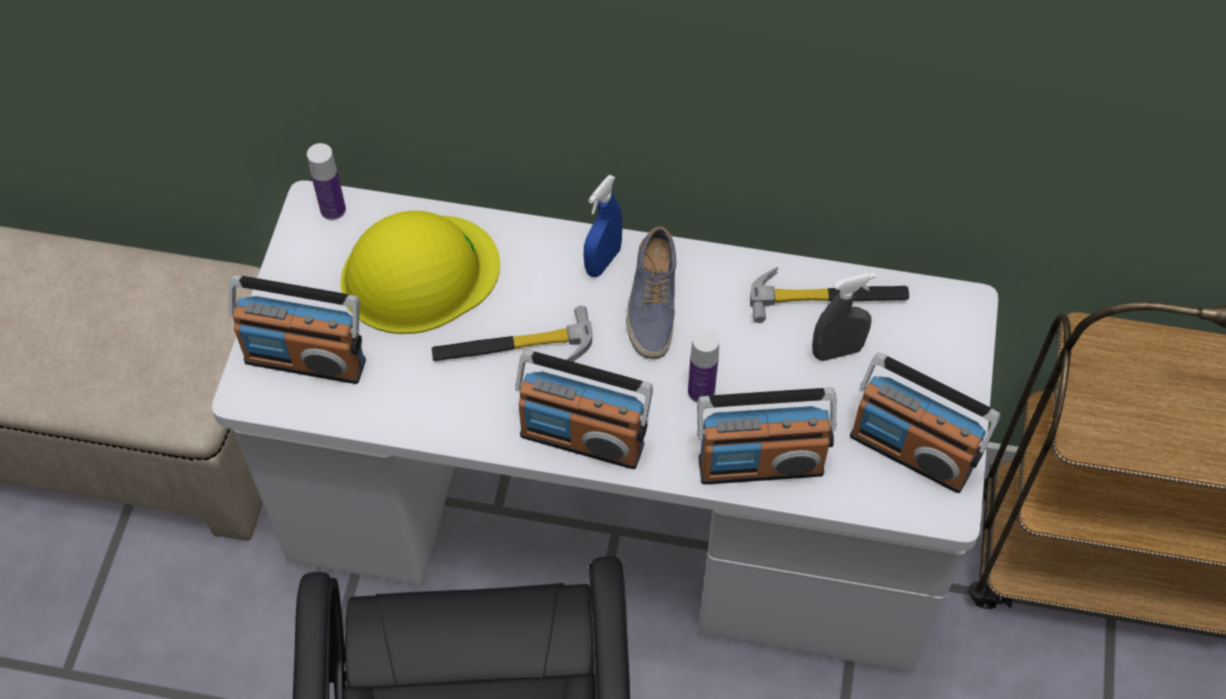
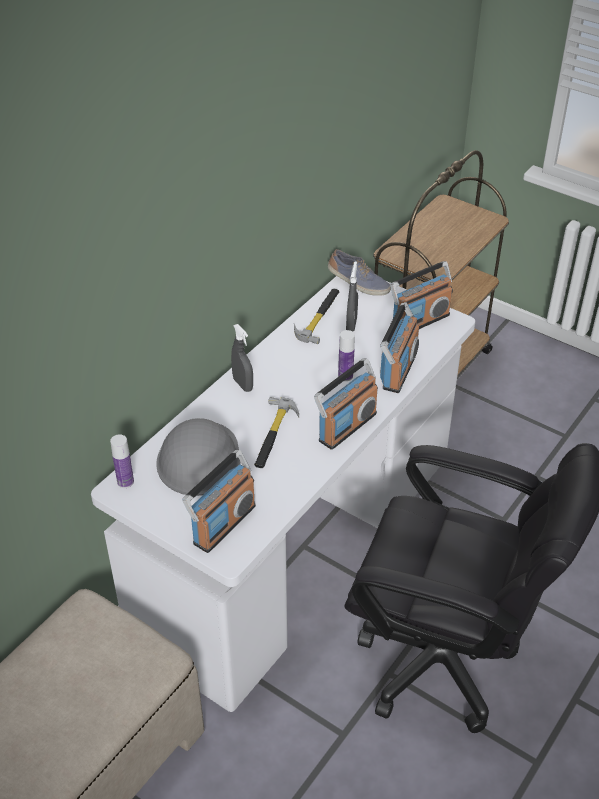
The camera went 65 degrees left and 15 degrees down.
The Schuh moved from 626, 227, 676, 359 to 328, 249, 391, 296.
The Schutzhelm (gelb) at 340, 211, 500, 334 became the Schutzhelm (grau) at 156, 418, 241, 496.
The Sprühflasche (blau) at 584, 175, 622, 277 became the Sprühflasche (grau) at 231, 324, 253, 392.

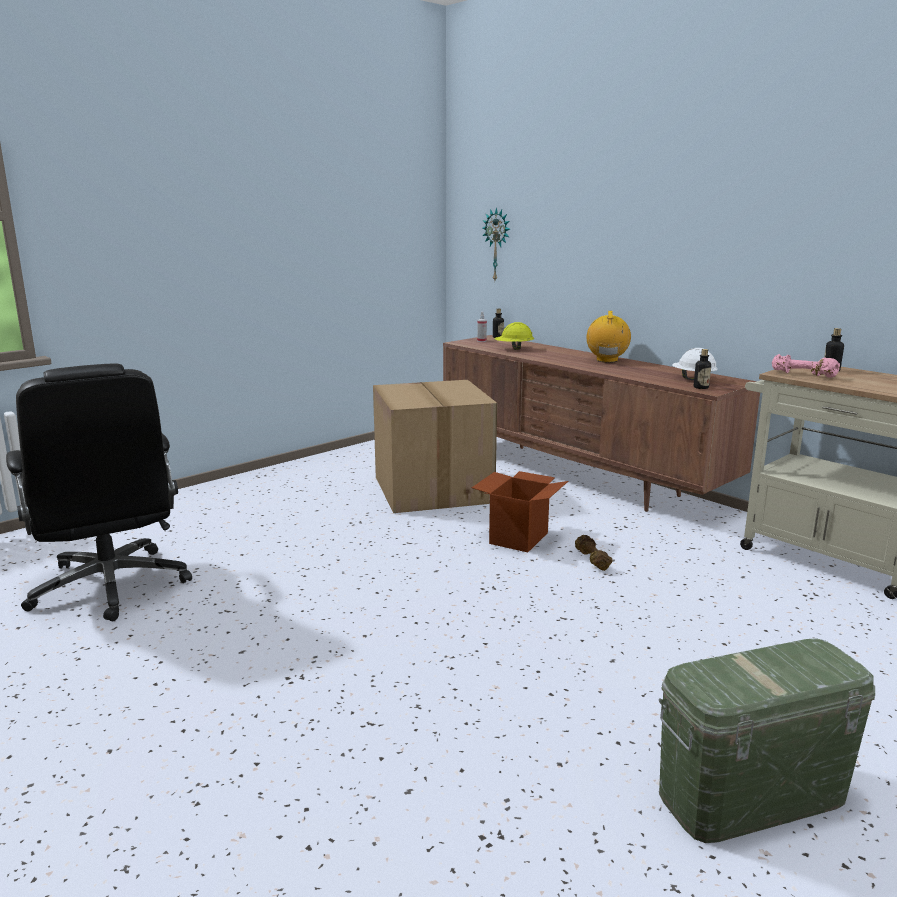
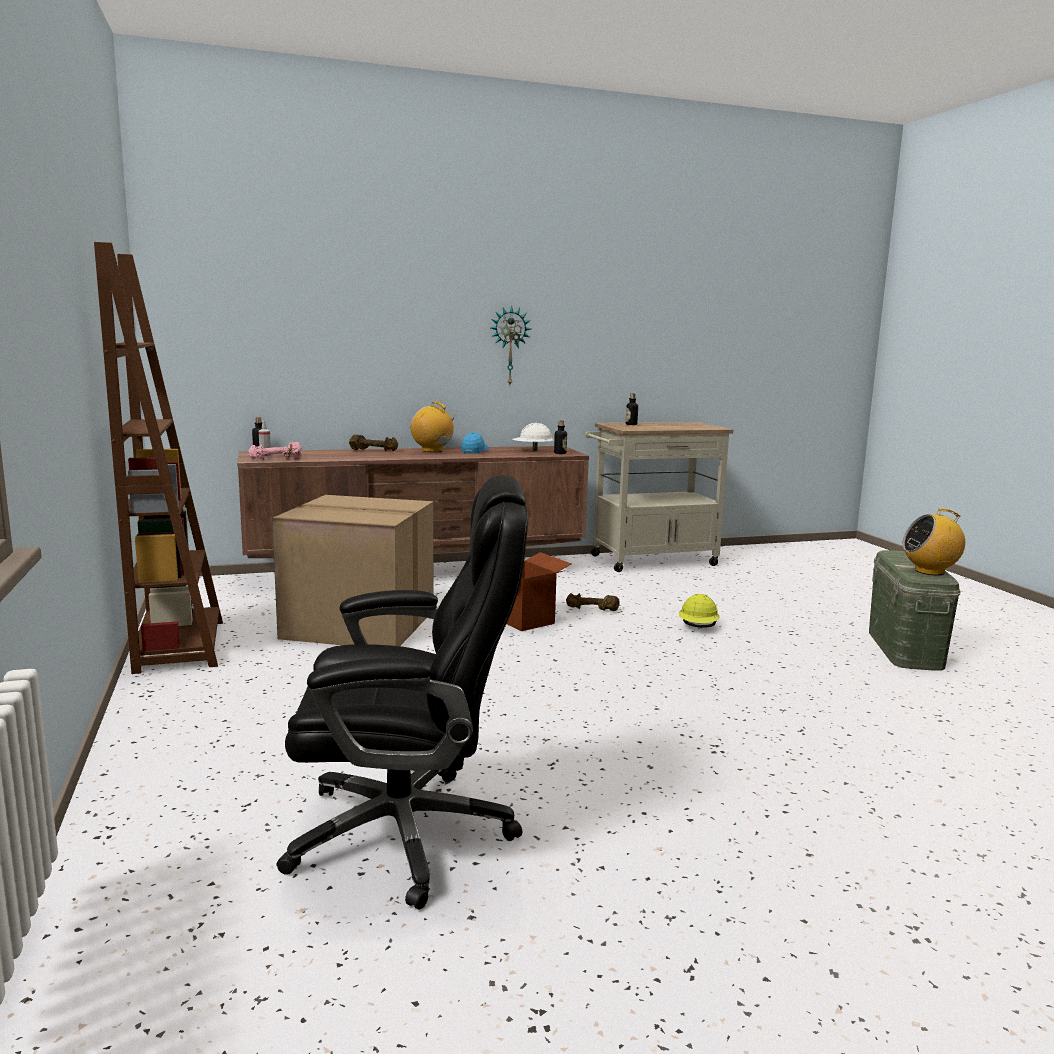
The camera went 65 degrees left and 5 degrees down.
The Bücherregal (braun) at 94, 242, 223, 674 appeared.
The Hantel (braun) at 349, 434, 398, 451 appeared.
The Kappe (blau) at 461, 432, 489, 454 appeared.
The Radio at 902, 508, 965, 576 appeared.
The Wanduhr moved from 482, 207, 510, 280 to 491, 306, 531, 385.
The Schutzhelm (gelb) moved from 494, 322, 534, 350 to 679, 594, 720, 628.
The Hantel (rosa) moved from 772, 354, 840, 378 to 248, 442, 302, 460.

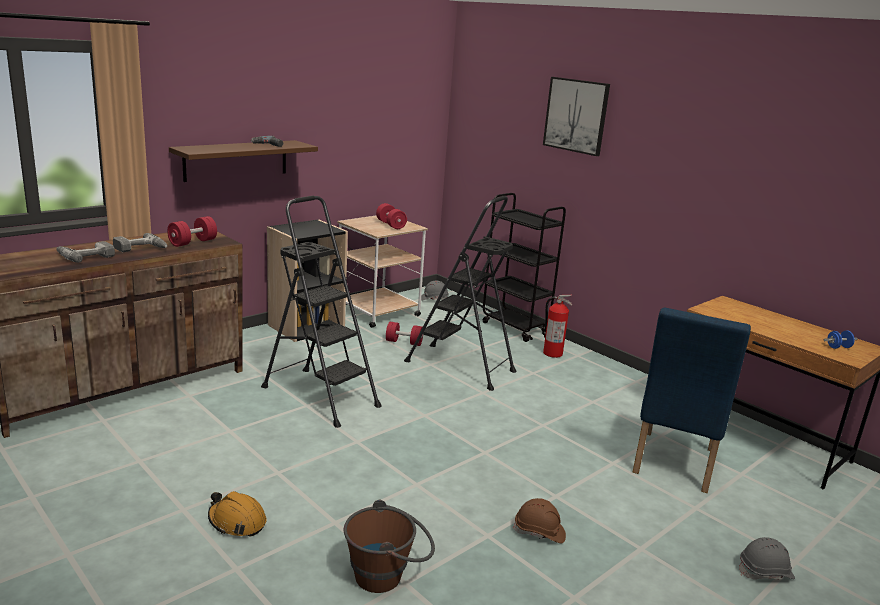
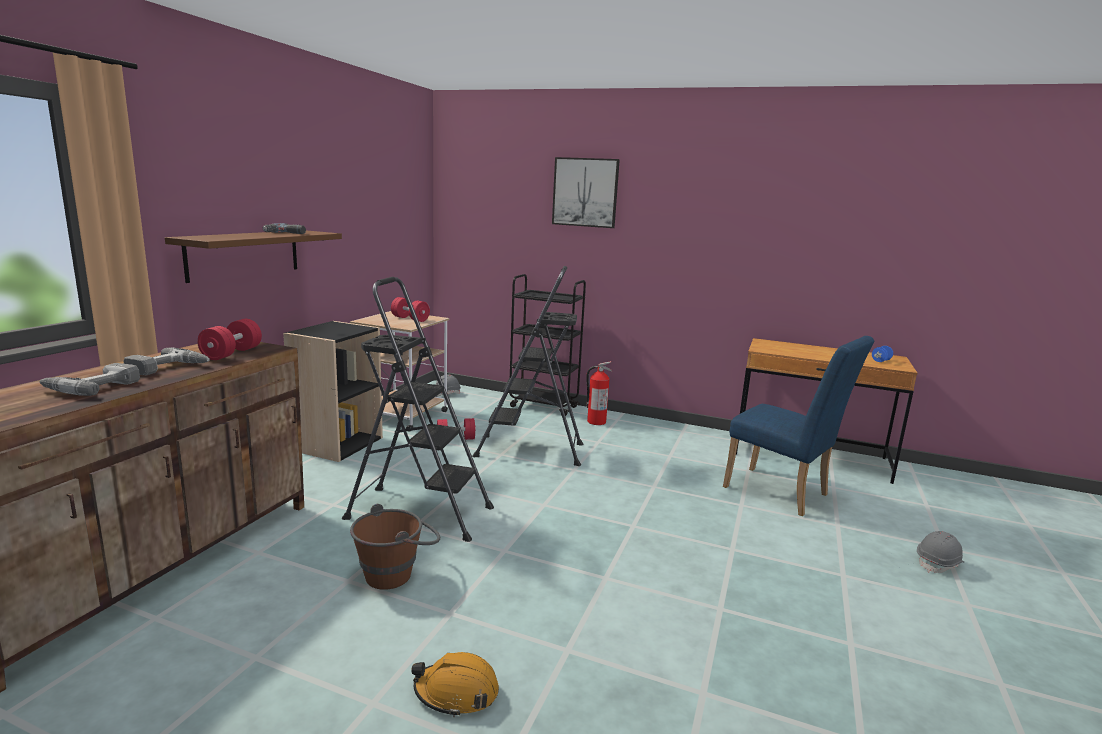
The camera went 25 degrees left and 5 degrees down.
The Schutzhelm (braun) at 513, 498, 566, 543 disappeared.
The Eimer (braun) moved from 344, 499, 435, 593 to 350, 504, 440, 590.
The Stuhl (blau) at 633, 307, 751, 493 turned 45 degrees counterclockwise.

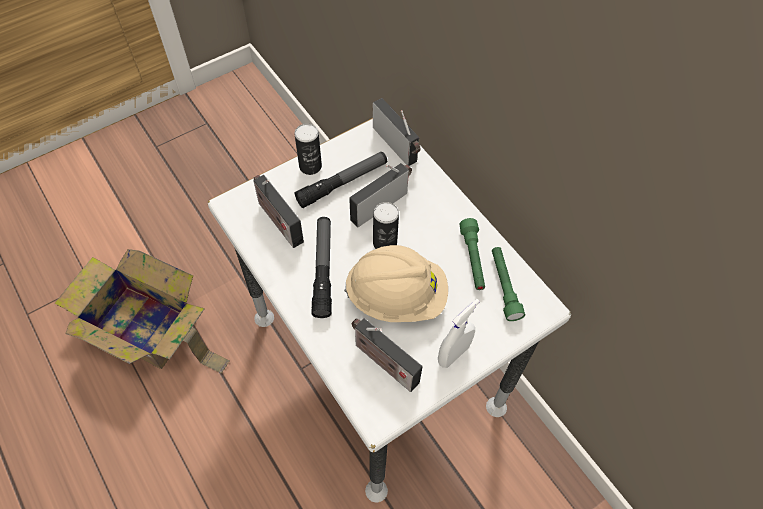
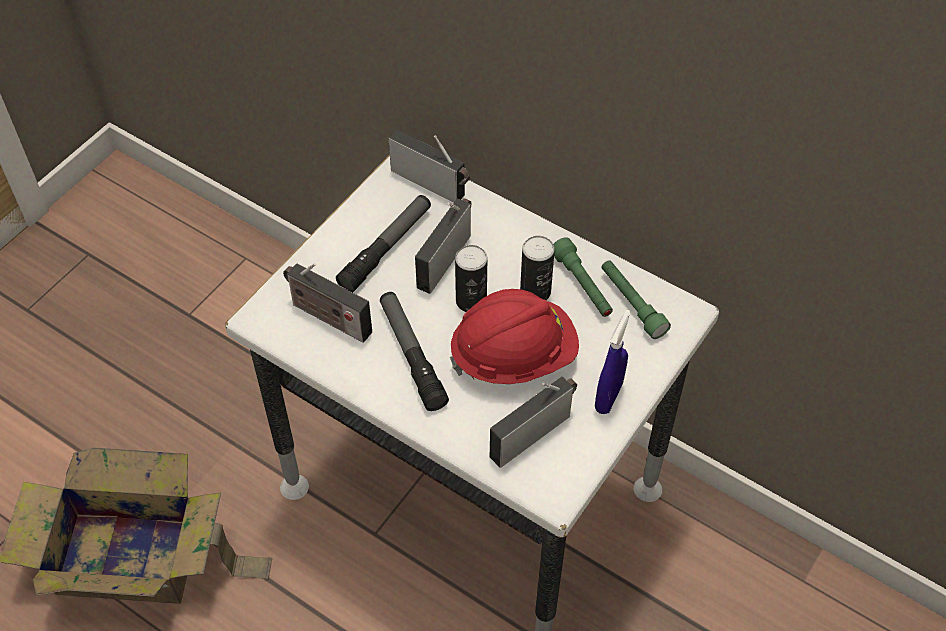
The camera went 20 degrees left and 5 degrees down.
The Dose moved from 295, 123, 322, 175 to 520, 236, 555, 300.
The Schutzhelm (beige) at 344, 245, 448, 322 became the Schutzhelm (rot) at 450, 289, 579, 384.
The Sprühflasche (weiß) at 438, 299, 480, 368 became the Sprühflasche (blau) at 595, 310, 631, 414.
The Radio at 351, 318, 422, 392 turned 120 degrees clockwise.

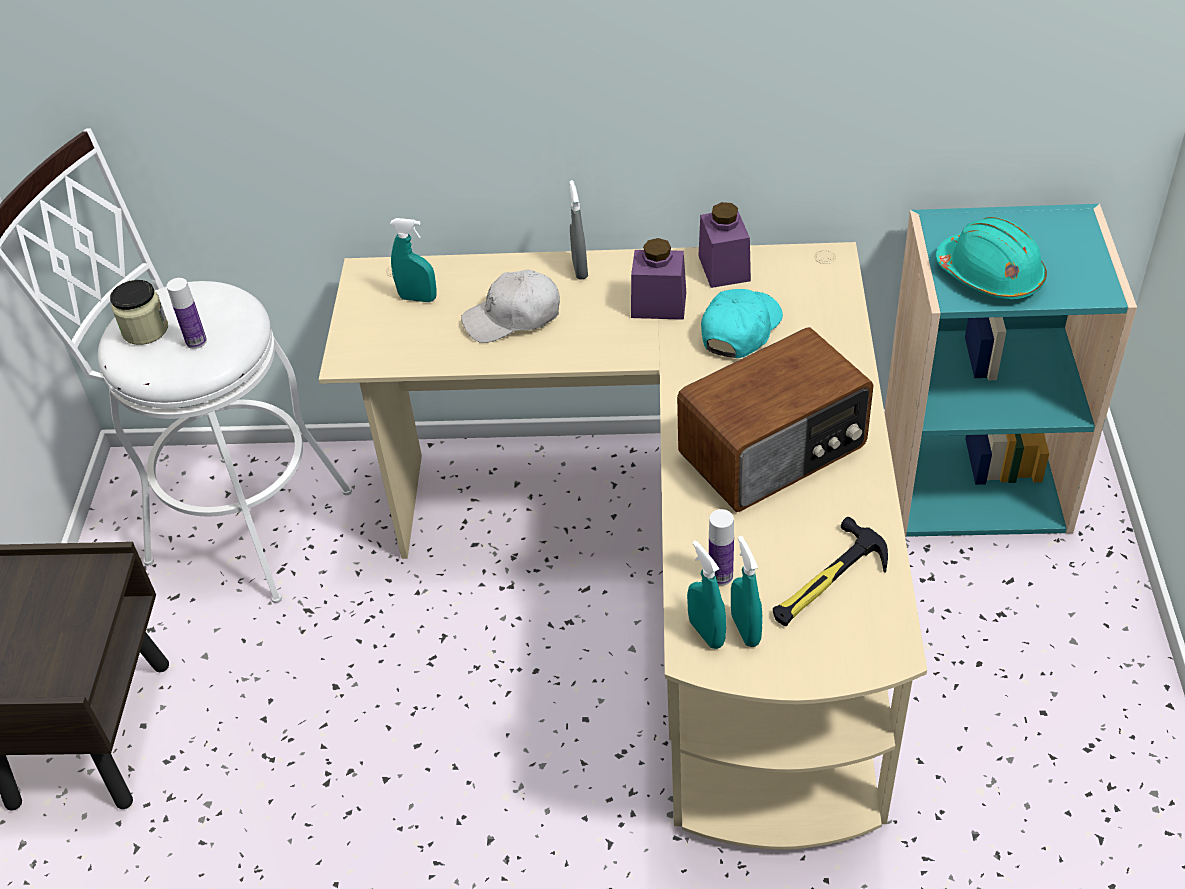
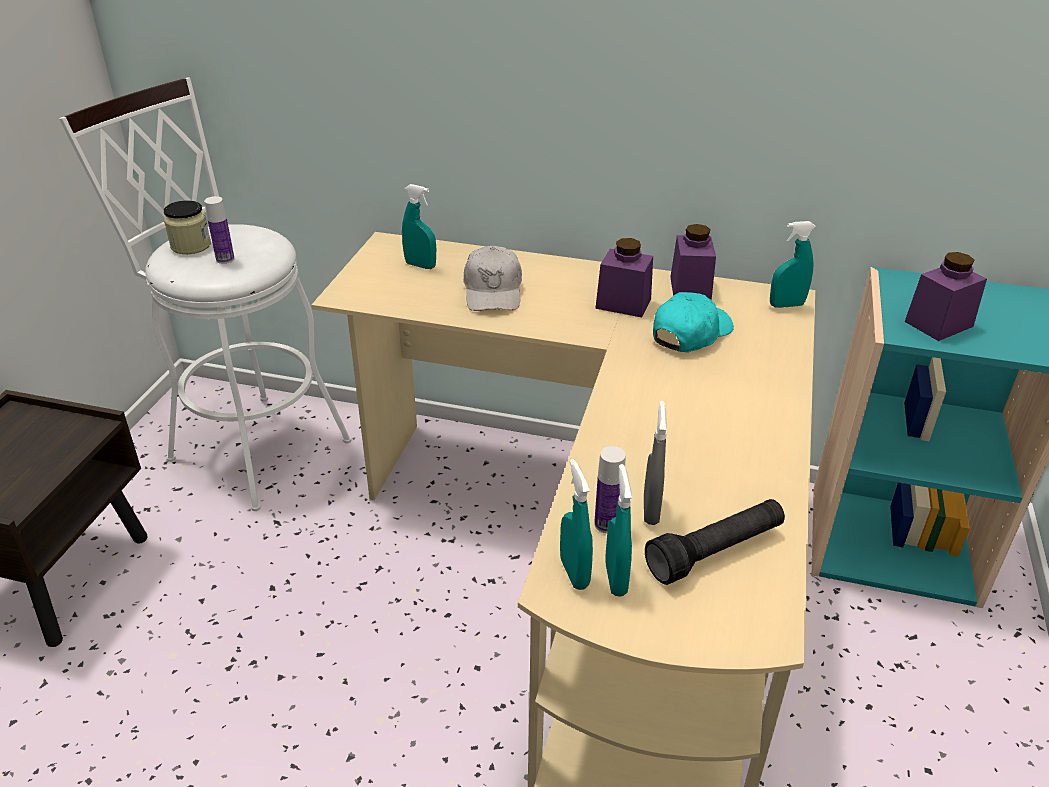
The camera went 10 degrees right and 10 degrees down.
The Radio at 677, 327, 874, 512 disappeared.
The Sprühflasche (türkis) at 770, 221, 816, 308 appeared.
The Sprühflasche (grau) moved from 570, 180, 588, 280 to 644, 401, 667, 525.
The Hammer at 773, 517, 888, 626 was replaced by the Taschenlampe (schwarz) at 645, 499, 785, 585.
The Schutzhelm (türkis) at 935, 217, 1047, 300 was replaced by the Vorratsglas (lila) at 905, 252, 987, 341.
The Kappe (weiß) at 461, 270, 560, 343 turned 90 degrees counterclockwise.

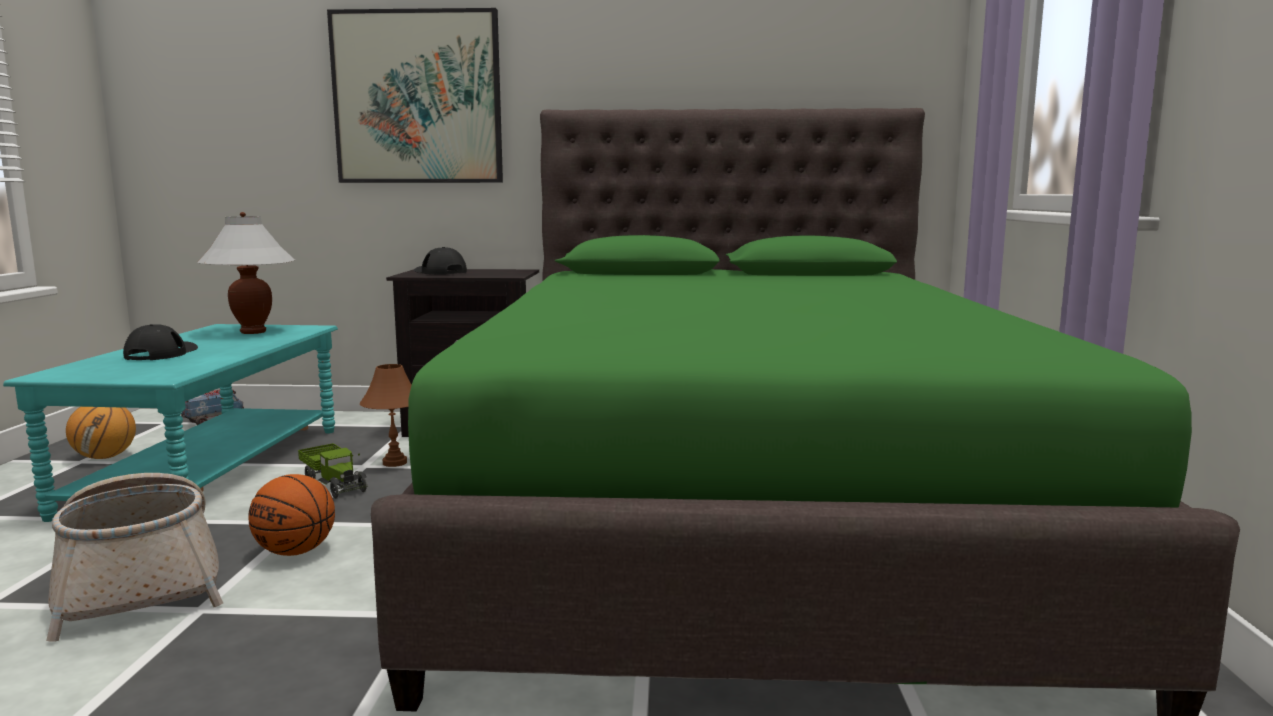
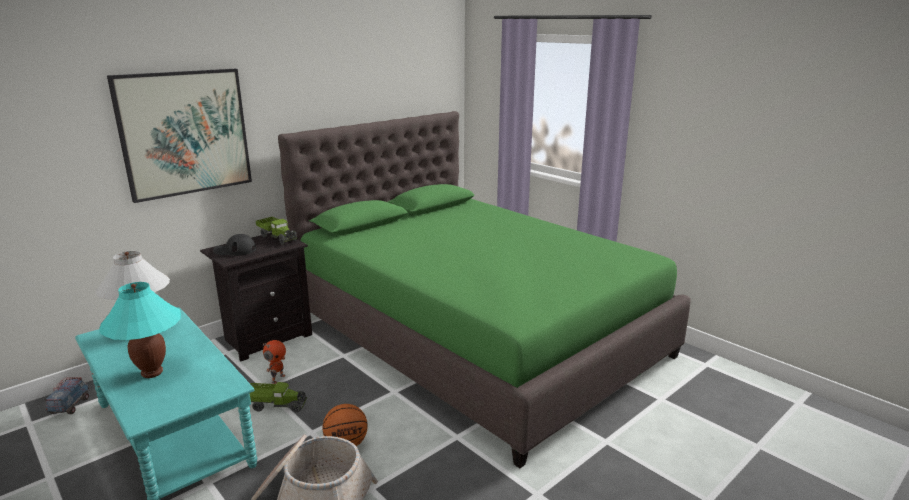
The camera went 45 degrees left and 10 degrees up.
The Basketball at 66, 407, 136, 459 disappeared.
The Spielzeuglaster at 256, 217, 298, 245 appeared.
The Kappe (schwarz) at 123, 324, 198, 360 was replaced by the Tischlampe (türkis) at 99, 282, 181, 378.
The Tischlampe (braun) at 360, 364, 412, 467 was replaced by the Spielzeugroboter at 263, 340, 286, 384.

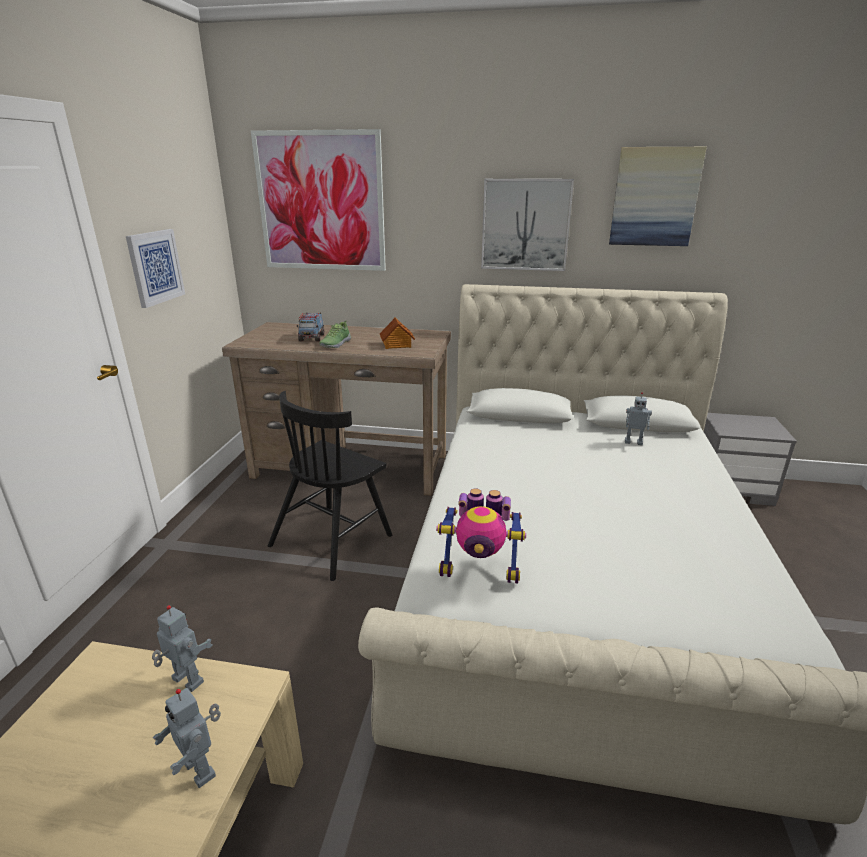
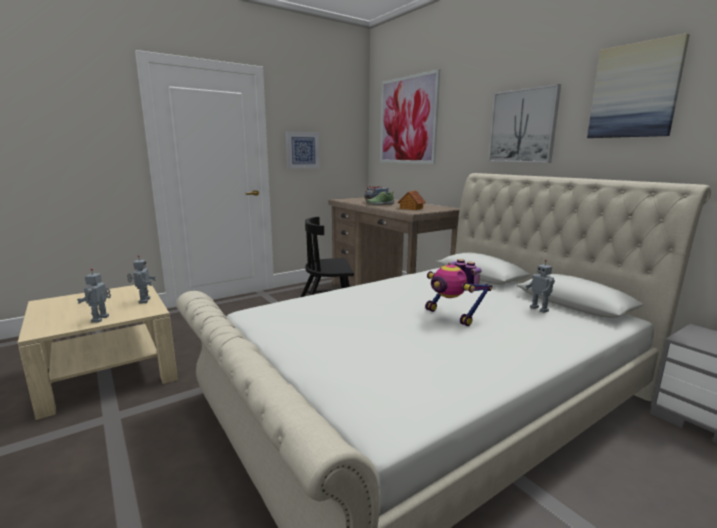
The camera went 45 degrees right and 10 degrees down.
The Spielzeugroboter moved from 436, 488, 526, 583 to 425, 259, 492, 326.

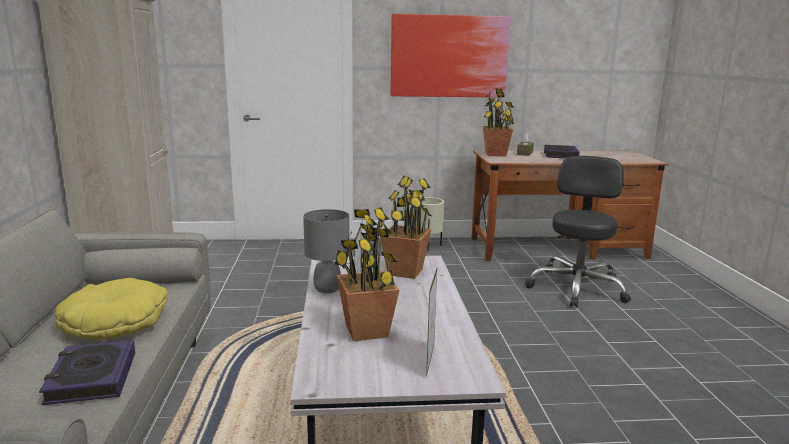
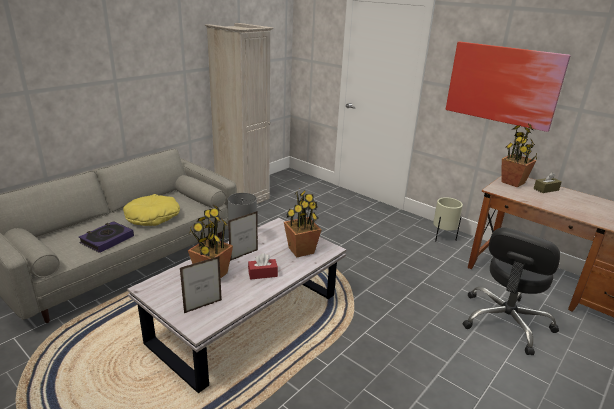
The camera went 45 degrees right and 10 degrees up.
The Buch at 544, 145, 580, 158 disappeared.
The Taschentuchbox (rot) at 248, 253, 278, 280 appeared.
The Bürostuhl (schwarz) at 525, 156, 631, 308 turned 150 degrees clockwise.

